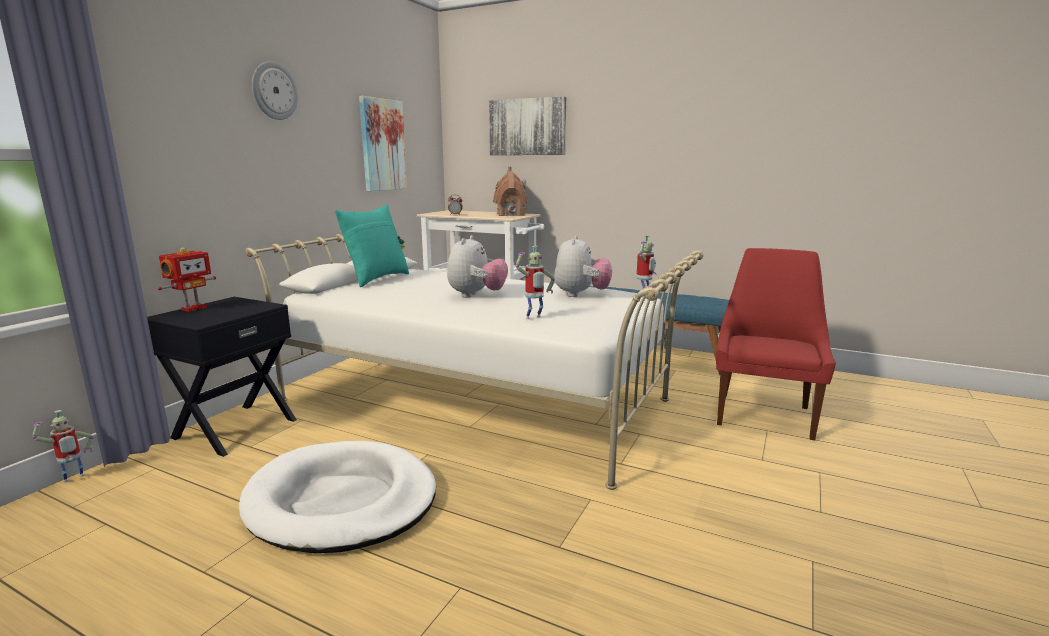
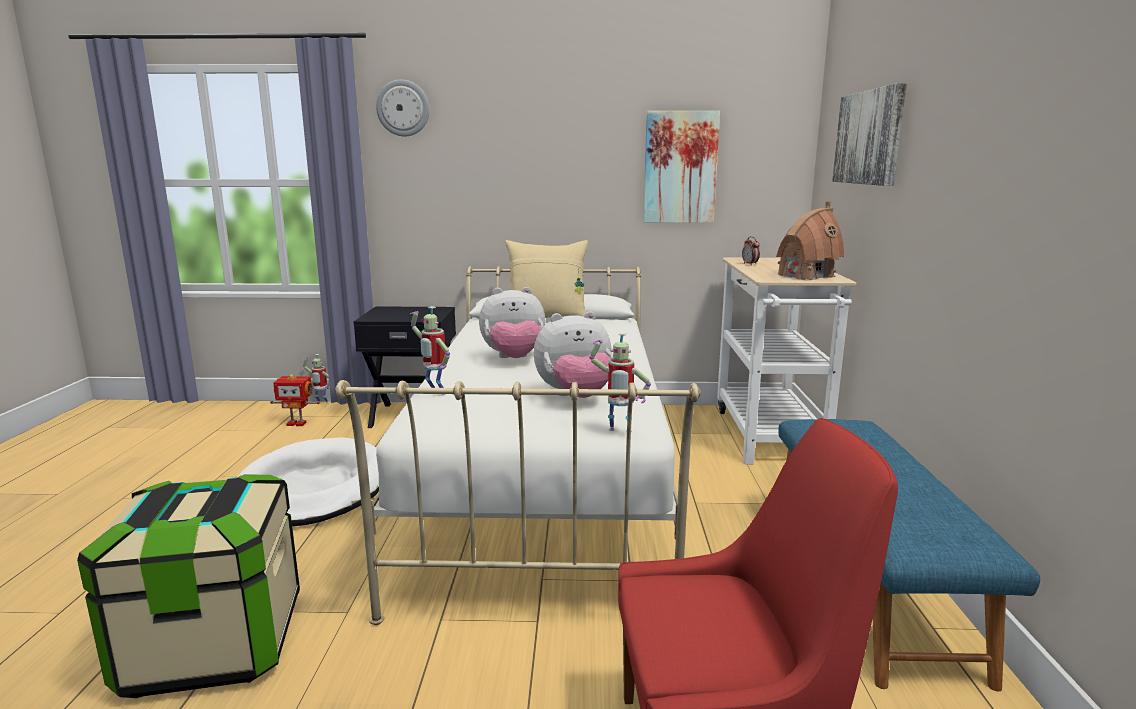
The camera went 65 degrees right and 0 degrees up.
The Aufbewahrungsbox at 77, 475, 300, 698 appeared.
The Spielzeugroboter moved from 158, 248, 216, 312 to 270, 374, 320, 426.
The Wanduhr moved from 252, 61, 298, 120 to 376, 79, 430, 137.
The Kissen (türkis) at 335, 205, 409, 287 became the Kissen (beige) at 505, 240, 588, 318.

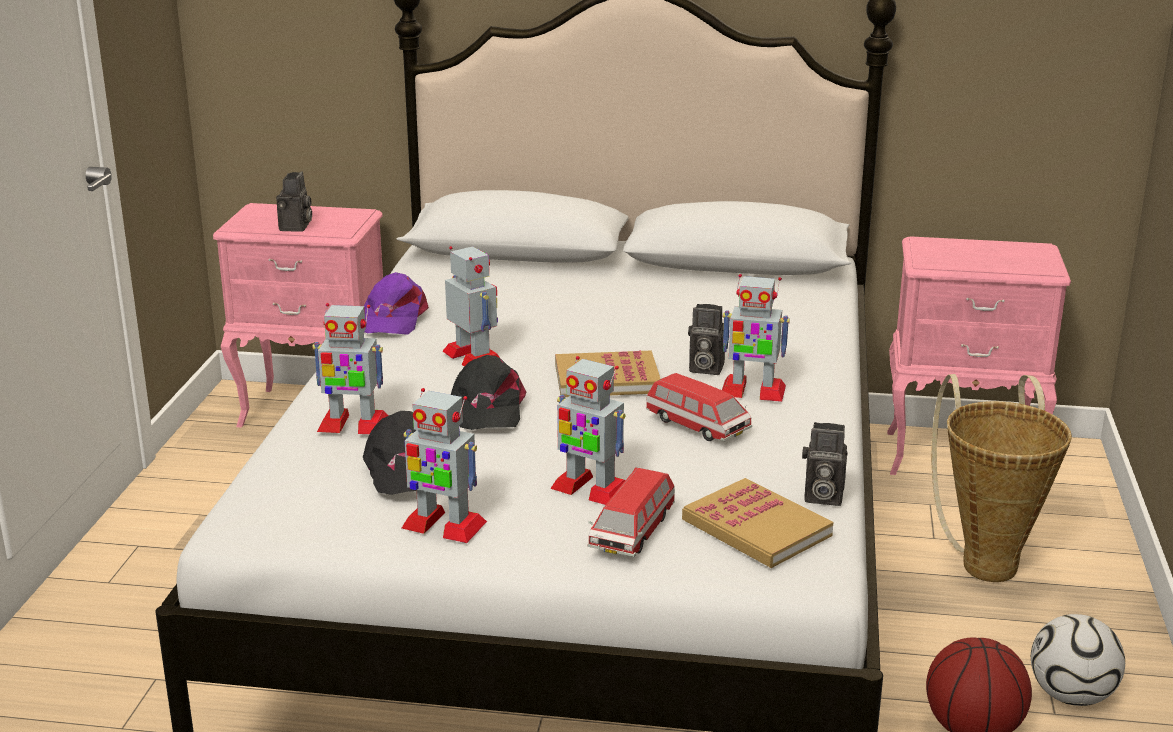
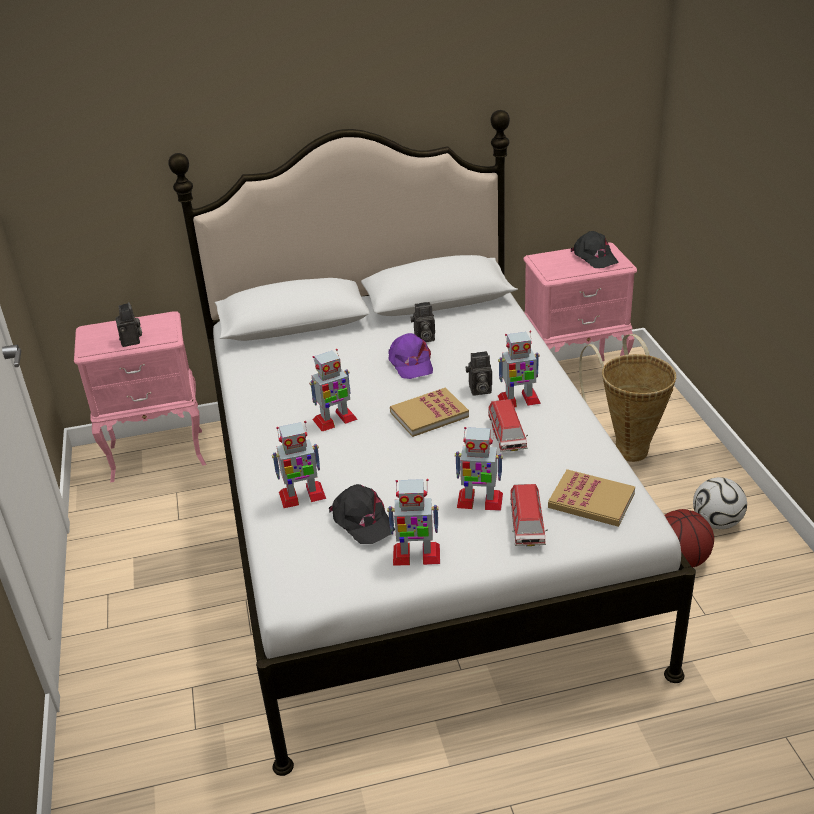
The camera went 20 degrees left and 10 degrees up.
The Kappe (lila) moved from 364, 272, 429, 335 to 388, 333, 433, 379.
The Kappe (schwarz) moved from 451, 355, 526, 430 to 571, 231, 618, 268.
The Kamera moved from 802, 422, 848, 506 to 410, 302, 435, 342.
The Spielzeugroboter at 443, 246, 500, 367 turned 120 degrees clockwise.
The Spielzeugauto at 646, 373, 752, 441 turned 60 degrees clockwise.

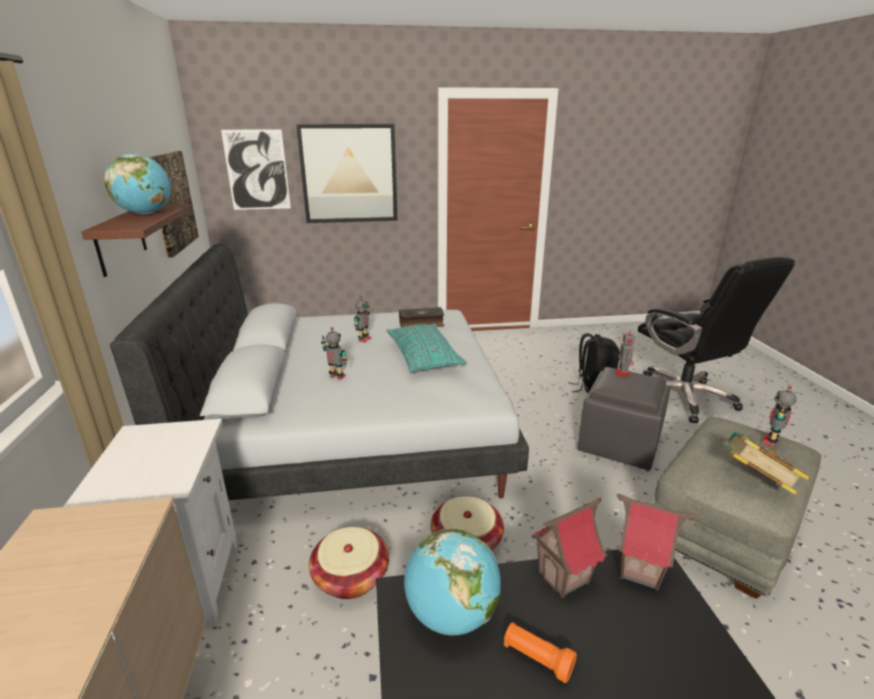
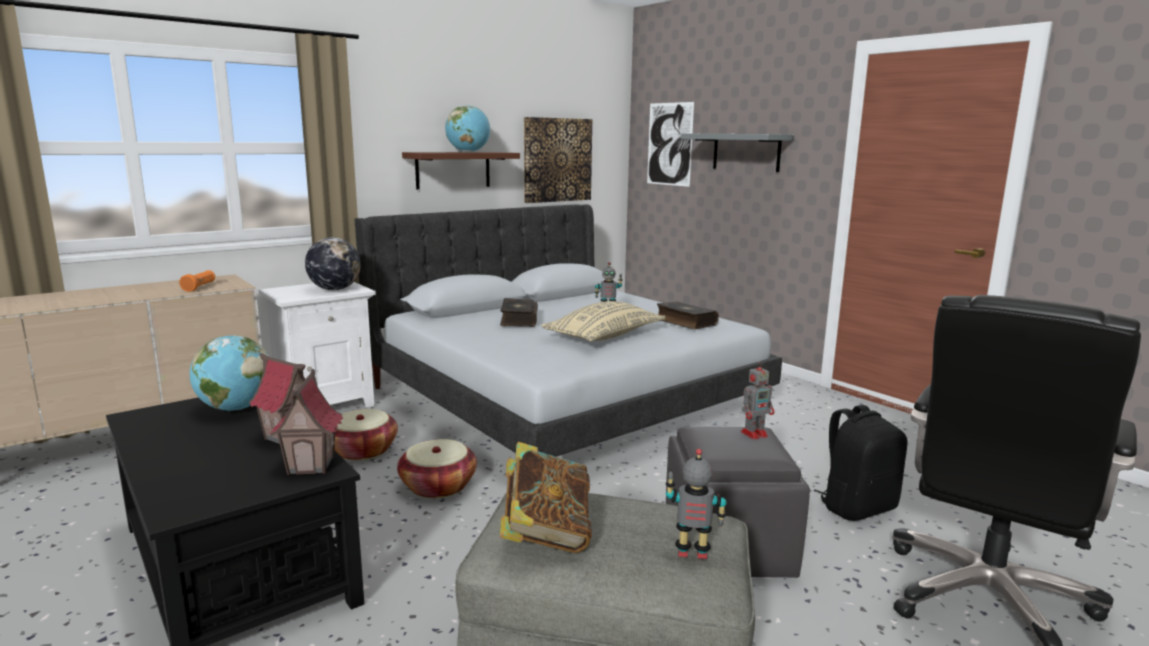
The camera went 60 degrees right and 10 degrees down.
The Globus at 305, 237, 361, 290 appeared.
The Taschenlampe (orange) moved from 504, 622, 577, 683 to 179, 270, 215, 292.
The Bild at 296, 124, 398, 223 was replaced by the Wandregal (grau) at 681, 133, 794, 172.
The Spielzeugroboter at 321, 327, 347, 380 was replaced by the Buch at 500, 298, 538, 327.
The Kissen (türkis) at 386, 324, 467, 372 became the Kissen (beige) at 542, 301, 665, 341.

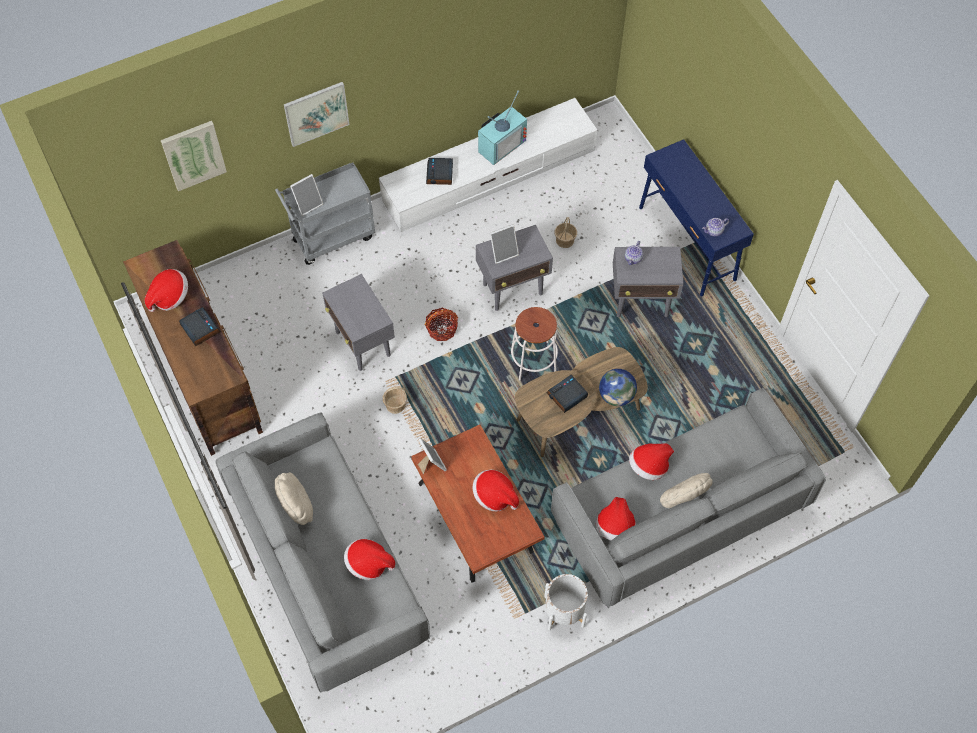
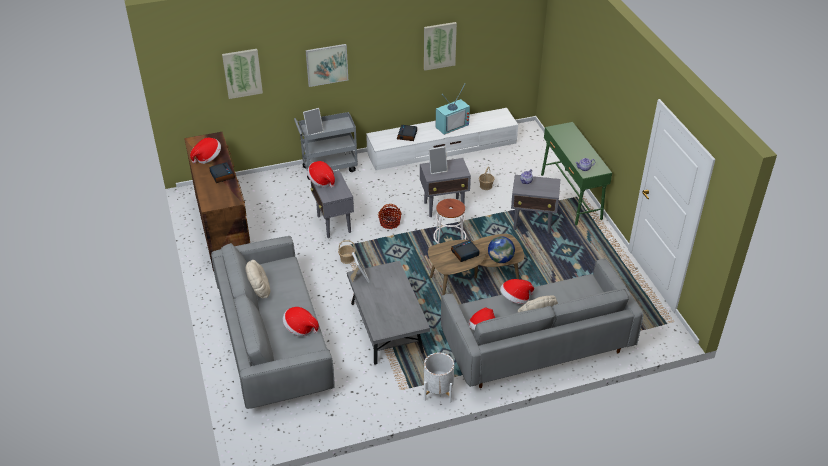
The camera went 10 degrees right and 20 degrees down.
The Bild at 424, 22, 457, 71 appeared.
The Hut moved from 473, 470, 519, 511 to 307, 161, 335, 188.
The Couchtisch (braun) at 411, 424, 545, 583 became the Couchtisch (grau) at 347, 261, 430, 365.
The Konsolentisch (blau) at 639, 139, 754, 296 became the Konsolentisch (grün) at 541, 122, 612, 225.

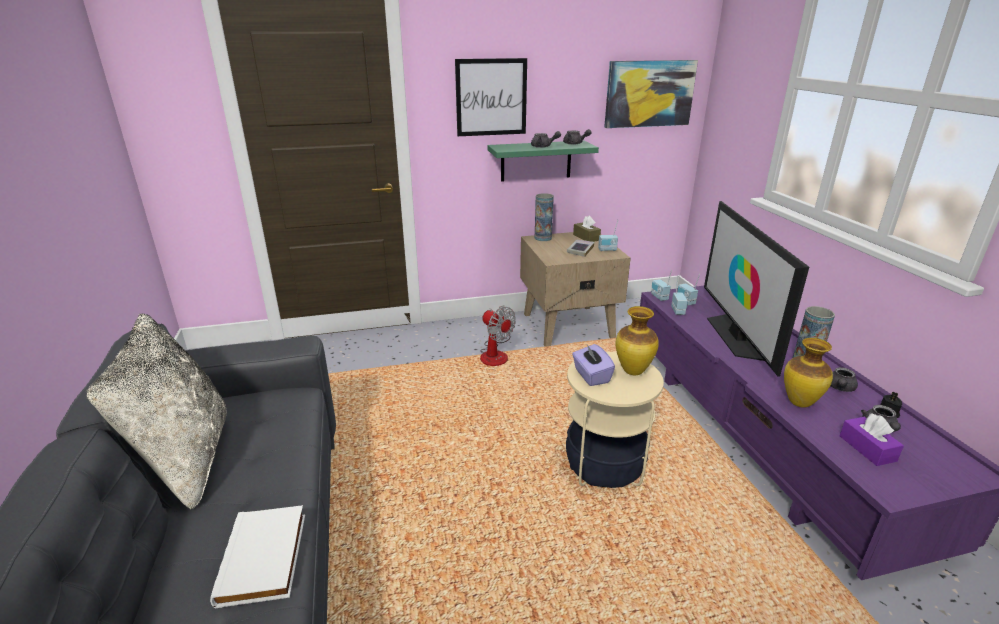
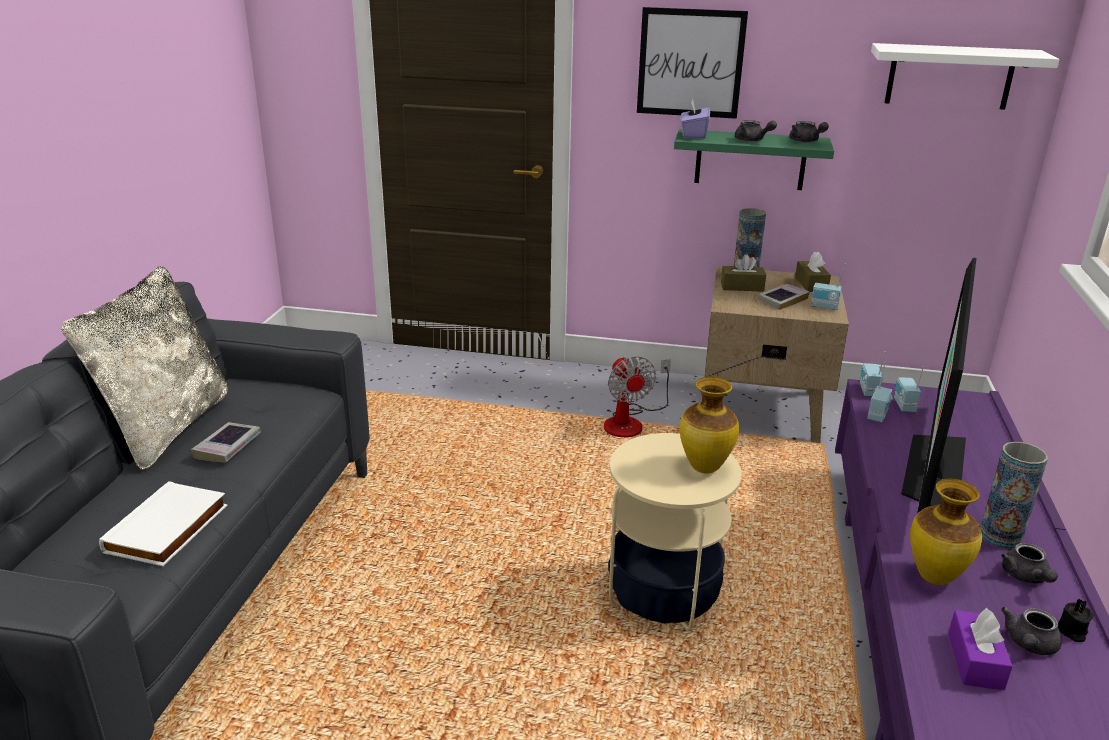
The camera went 25 degrees right and 0 degrees up.
The Buch at 191, 422, 261, 462 appeared.
The Taschentuchbox (braun) at 721, 254, 766, 292 appeared.
The Taschentuchbox (lila) moved from 572, 344, 615, 386 to 680, 99, 710, 139.
The Bild at 604, 60, 698, 128 was replaced by the Wandregal (weiß) at 871, 43, 1060, 110.
The Teekanne (grau) at 830, 367, 858, 392 turned 60 degrees counterclockwise.

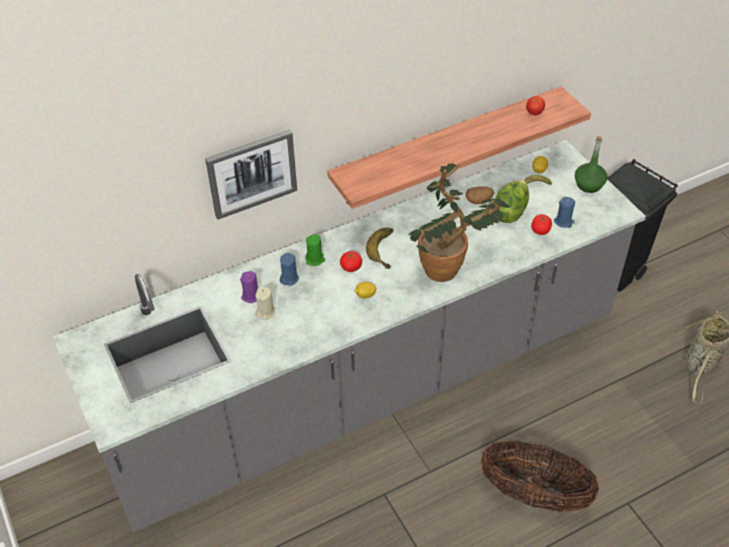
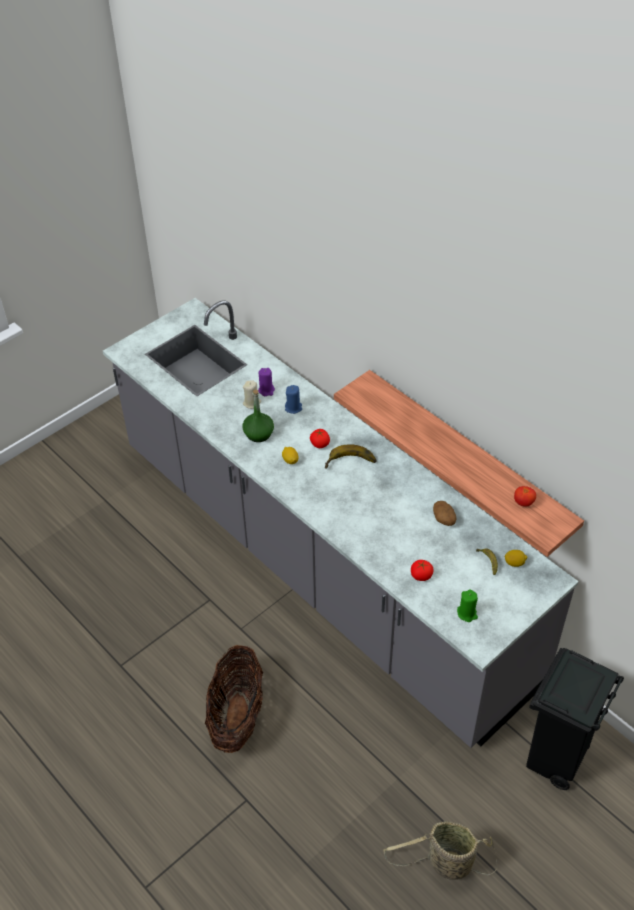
The camera went 75 degrees right and 0 degrees up.
The Bild at 205, 129, 297, 219 disappeared.
The Topfpflanze at 408, 163, 510, 282 disappeared.
The Salatkopf at 494, 180, 529, 223 disappeared.
The Kerze (blau) at 554, 197, 575, 228 disappeared.
The Kerze (grün) moved from 305, 234, 325, 266 to 457, 589, 478, 622.
The Flasche (grün) moved from 575, 136, 607, 193 to 242, 389, 274, 442.

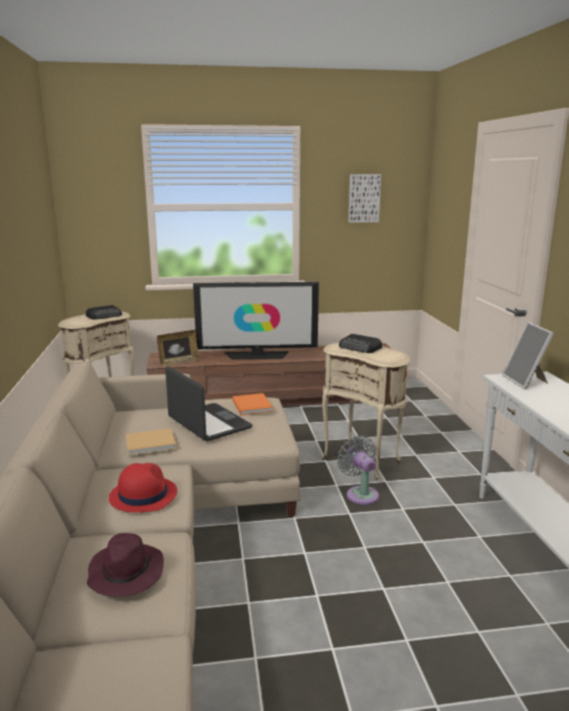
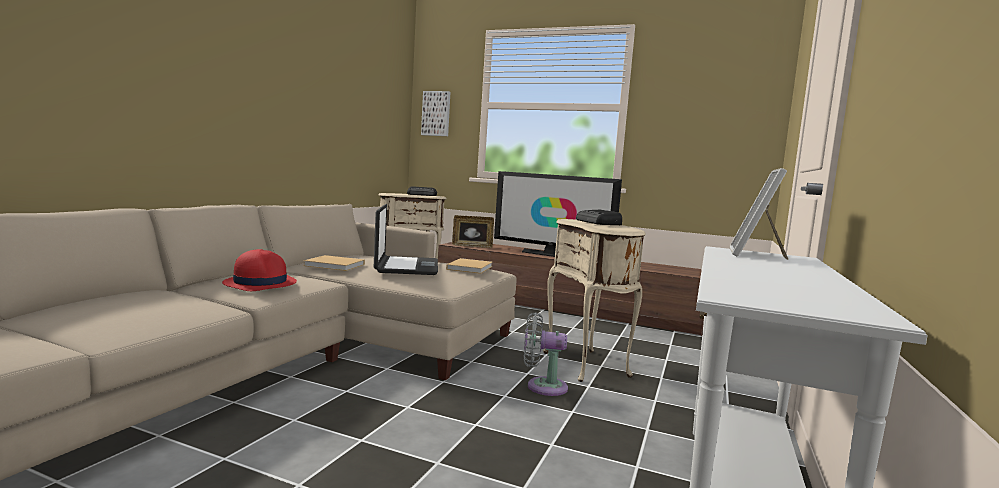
The camera went 30 degrees right and 10 degrees down.
The Hut (lila) at 87, 533, 164, 597 disappeared.
The Bild moved from 348, 174, 381, 223 to 421, 91, 451, 136.
The Buch (orange) at 232, 393, 273, 415 became the Buch (beige) at 446, 258, 492, 274.
The Ventilator (grau) at 337, 435, 379, 505 turned 90 degrees counterclockwise.

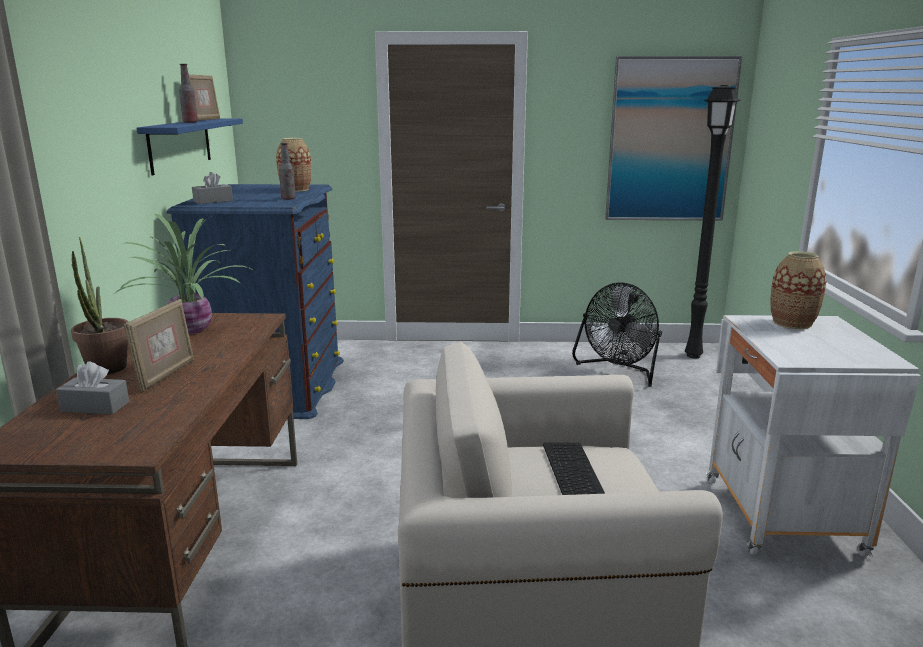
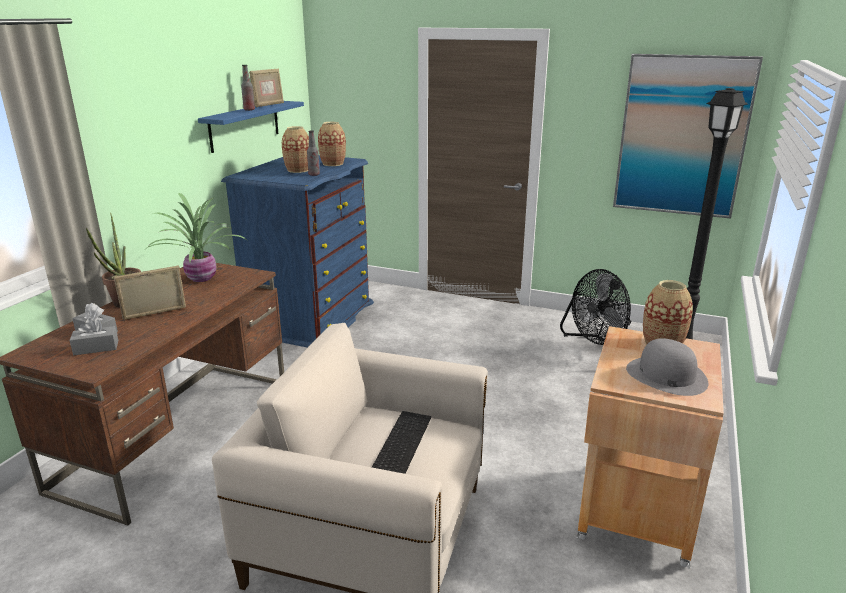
The camera went 20 degrees right and 5 degrees up.
The Vase at 282, 126, 309, 173 appeared.
The Hut (grau) at 626, 338, 708, 396 appeared.
The Taschentuchbox (grau) moved from 192, 172, 233, 204 to 70, 318, 119, 355.
The Rollwagen (weiß) at 706, 315, 921, 557 became the Rollwagen (braun) at 576, 326, 724, 569.
The Bilderrahmen at 124, 299, 194, 392 turned 150 degrees counterclockwise.

